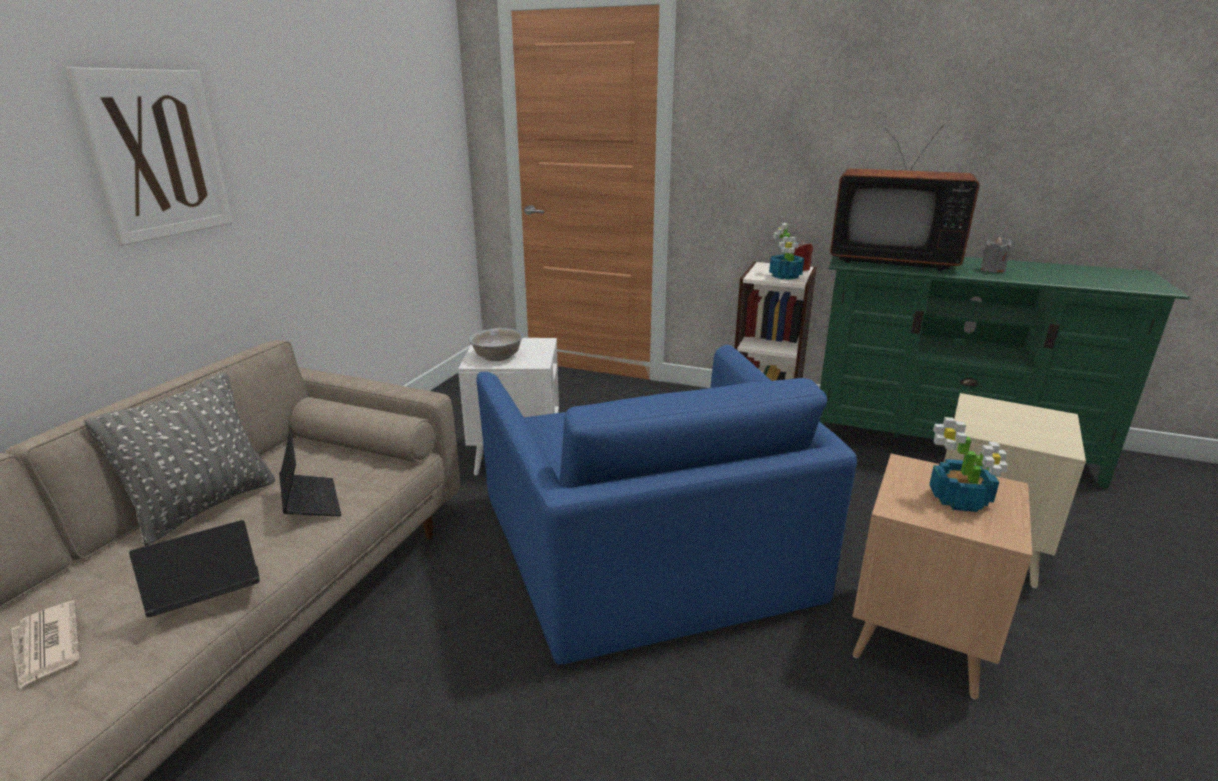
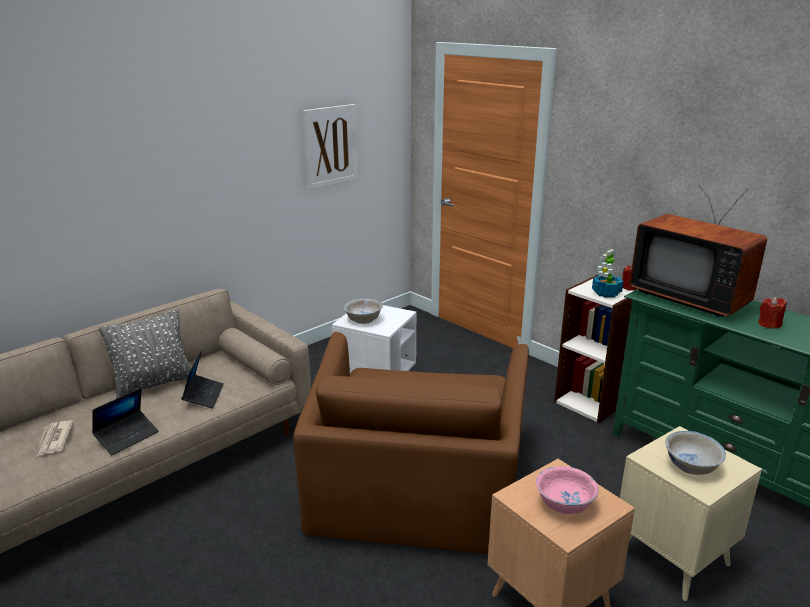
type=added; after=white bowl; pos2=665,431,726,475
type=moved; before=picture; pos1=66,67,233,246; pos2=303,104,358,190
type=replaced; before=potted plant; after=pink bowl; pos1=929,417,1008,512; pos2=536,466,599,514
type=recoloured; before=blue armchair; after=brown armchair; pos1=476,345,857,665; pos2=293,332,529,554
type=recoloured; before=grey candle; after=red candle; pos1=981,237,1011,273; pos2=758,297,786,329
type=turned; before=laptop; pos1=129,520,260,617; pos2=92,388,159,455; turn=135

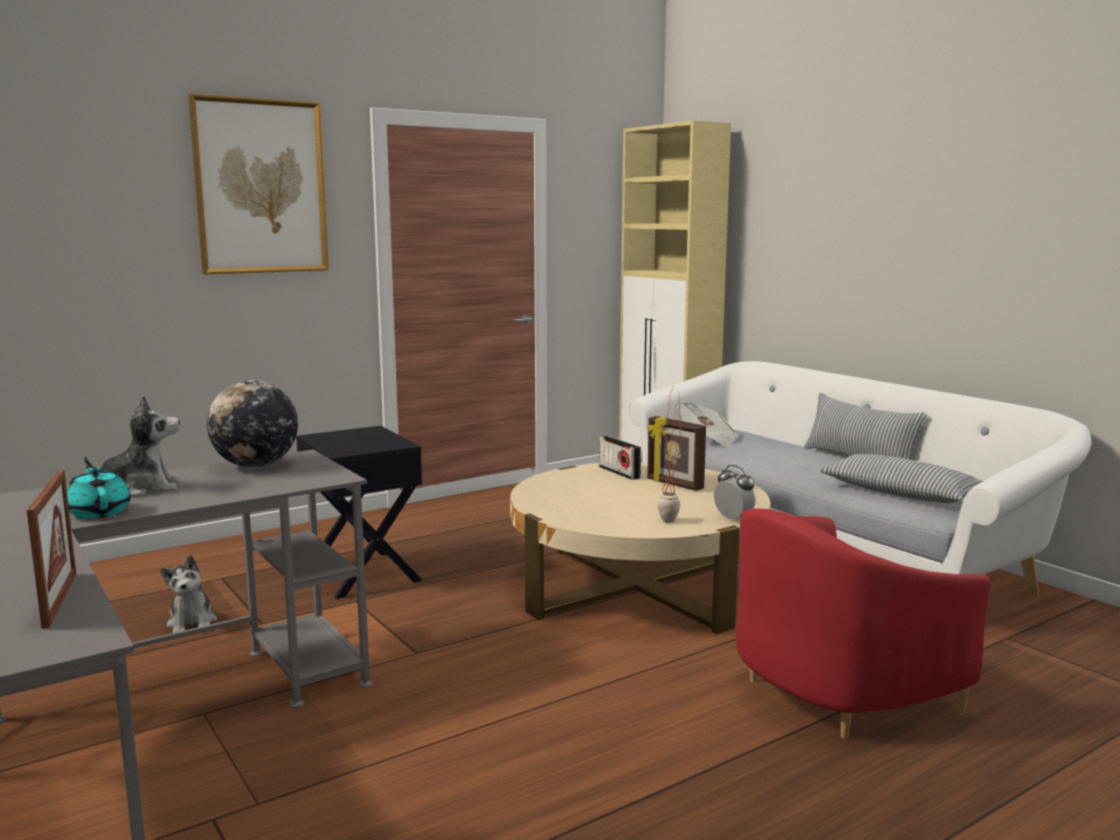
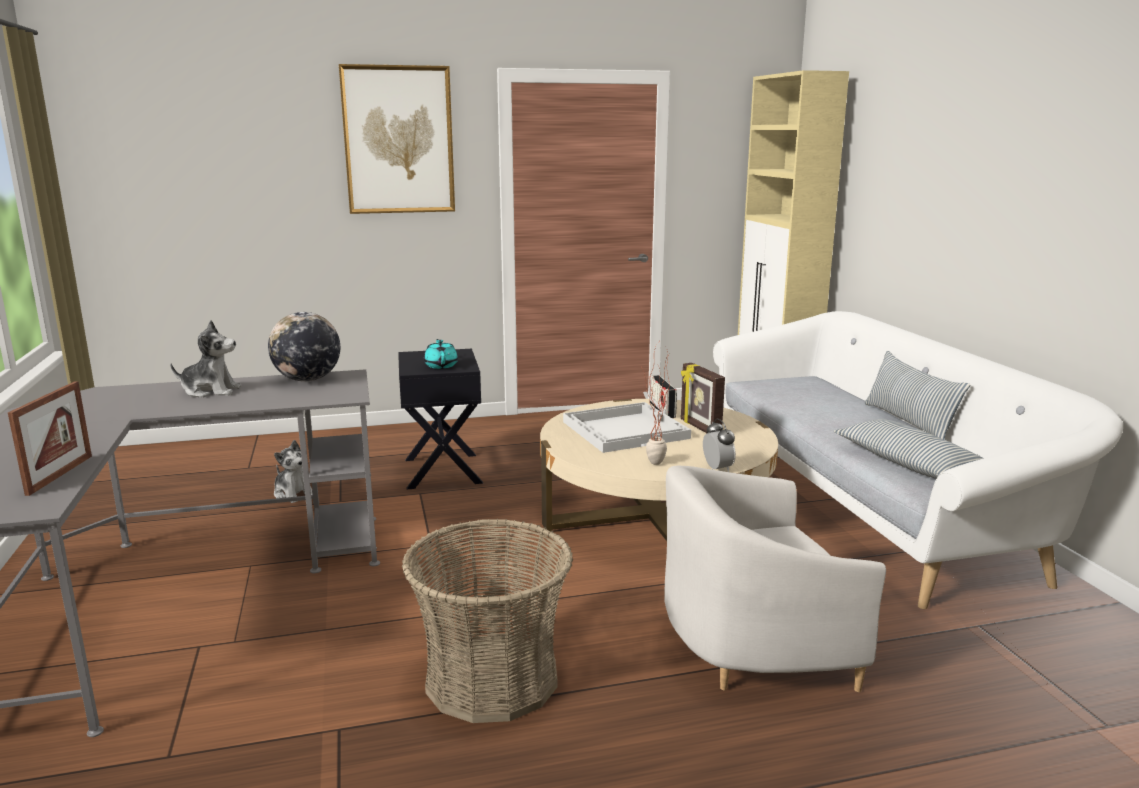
type=removed; before=newspaper; pos1=679,402,739,446
type=added; after=basket; pos2=402,519,573,723
type=added; after=white tray; pos2=563,402,691,453
type=moved; before=turquoise teapot; pos1=67,466,131,519; pos2=424,339,458,369
type=recoloured; before=red armchair; after=white armchair; pos1=736,508,991,739; pos2=664,466,886,692
type=turned; before=plush toy; pos1=160,555,217,633; pos2=274,440,313,503; turn=-45

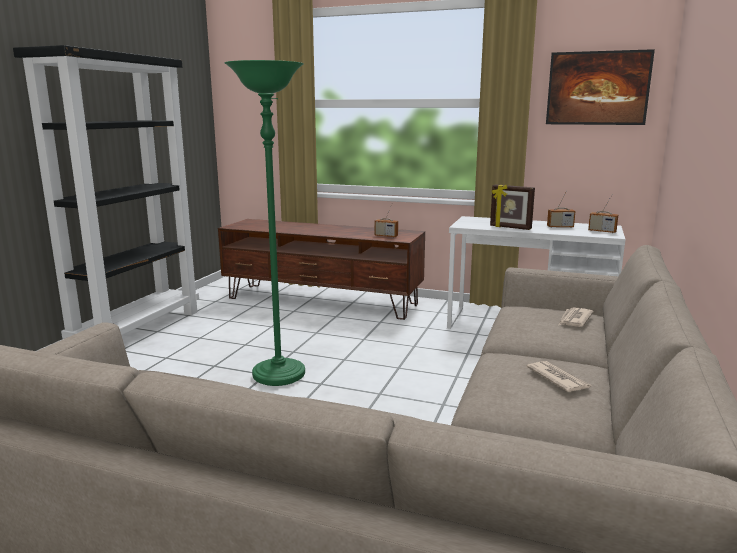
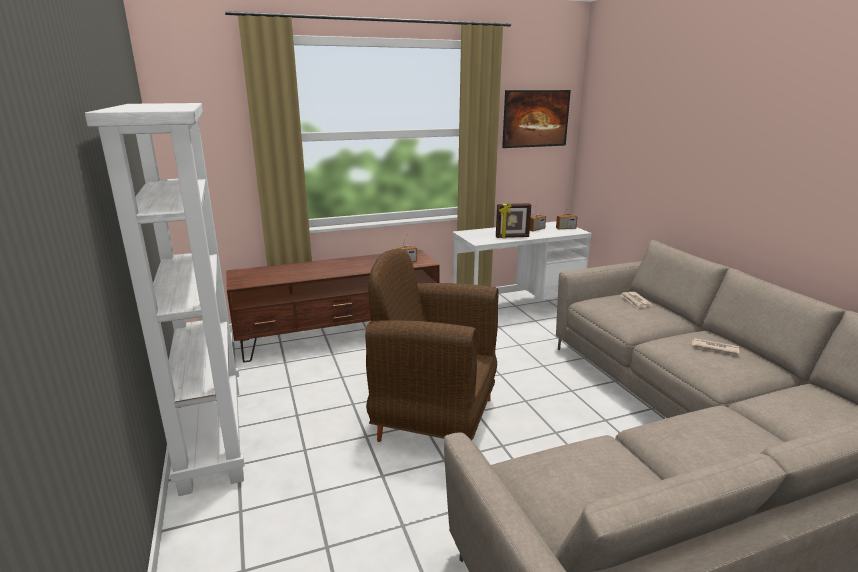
type=replaced; before=green floor lamp; after=brown armchair; pos1=225,60,305,386; pos2=365,248,499,442
type=recoloured; before=black bookcase; after=white bookcase; pos1=13,45,199,339; pos2=84,103,244,496

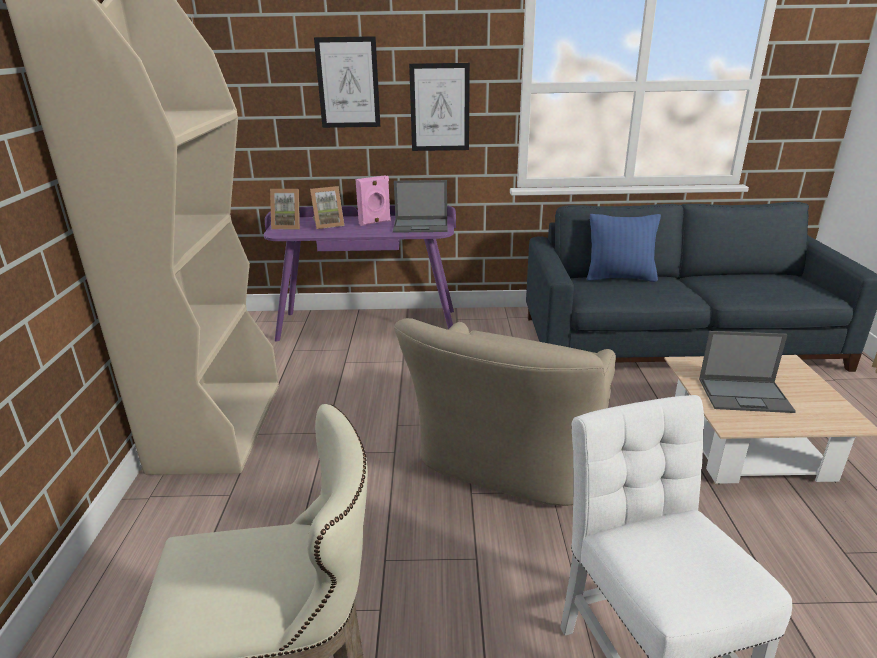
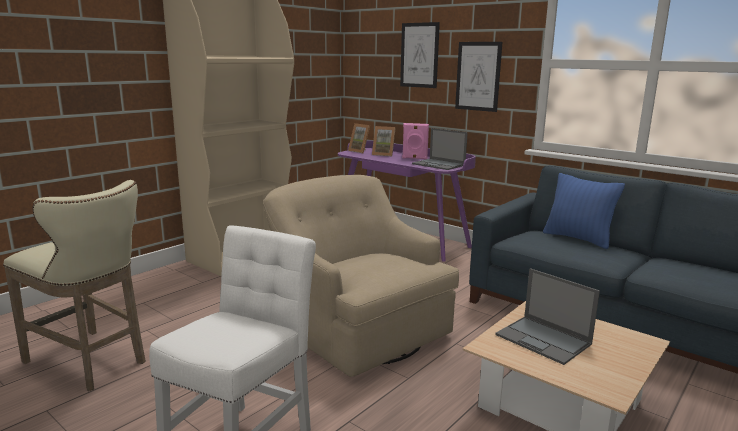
type=turned; before=beige armchair; pos1=394,318,616,506; pos2=263,175,459,377; turn=75

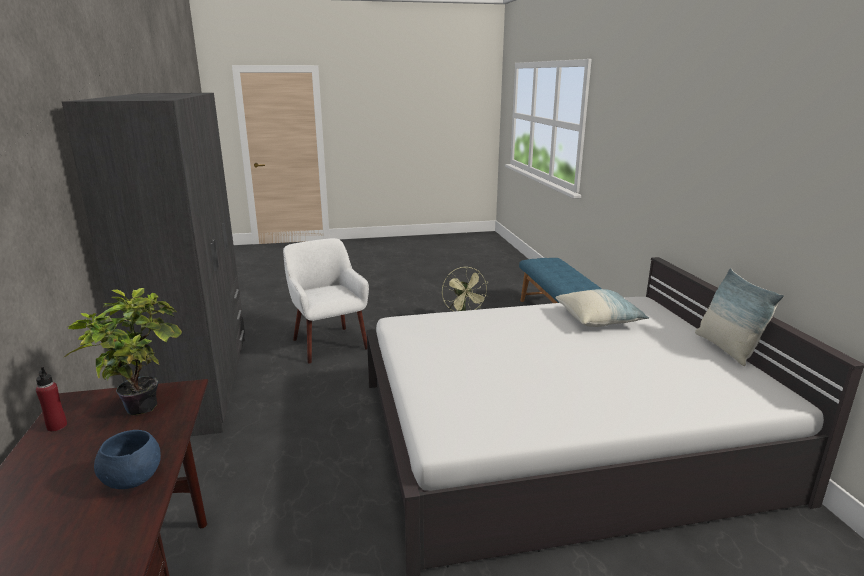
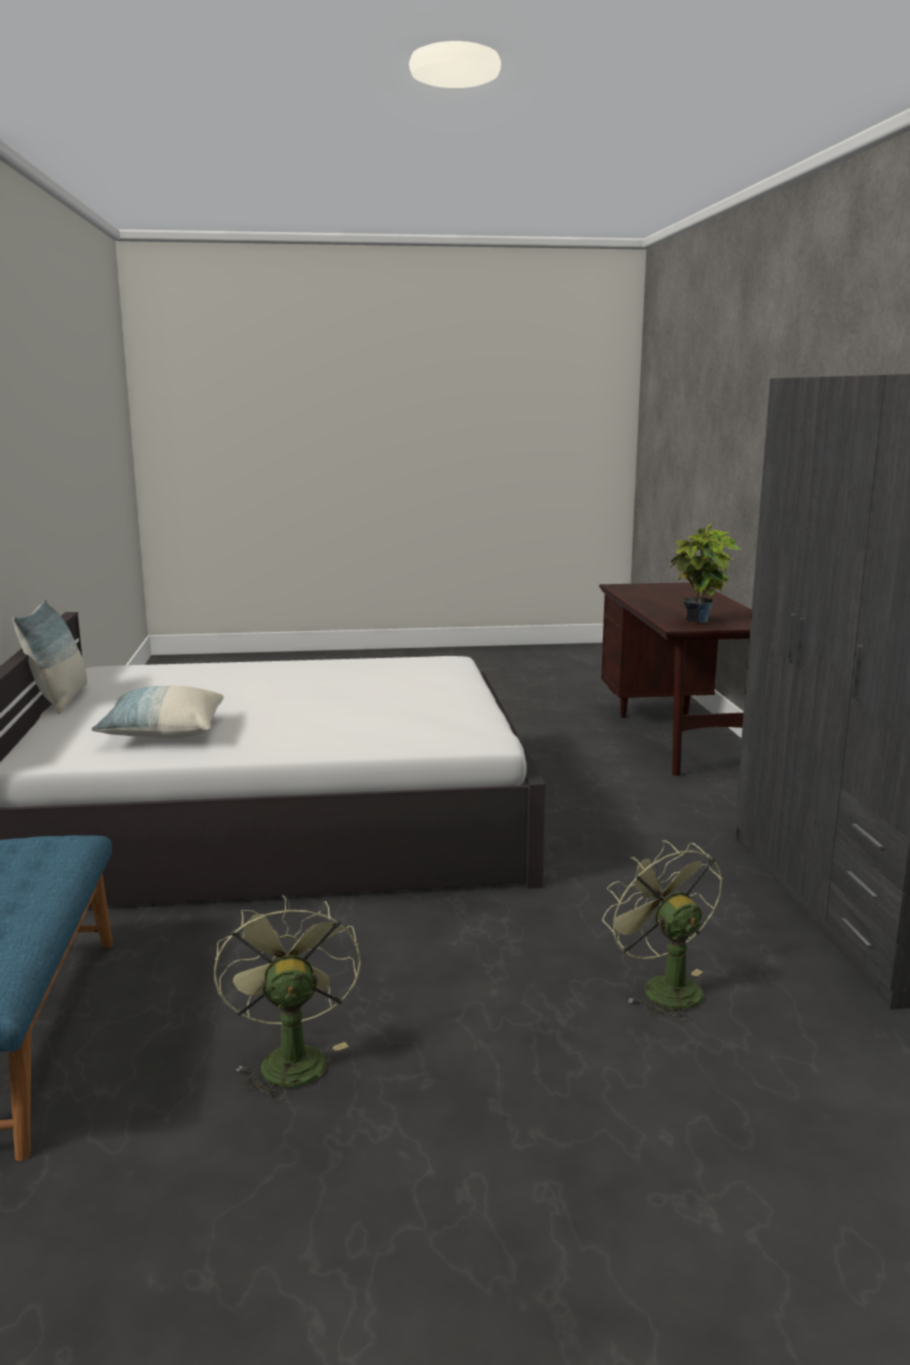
type=removed; before=red bottle; pos1=36,367,67,432
type=removed; before=blue bowl; pos1=94,430,161,489
type=replaced; before=white armchair; after=green fan; pos1=283,238,369,364; pos2=602,840,723,1022

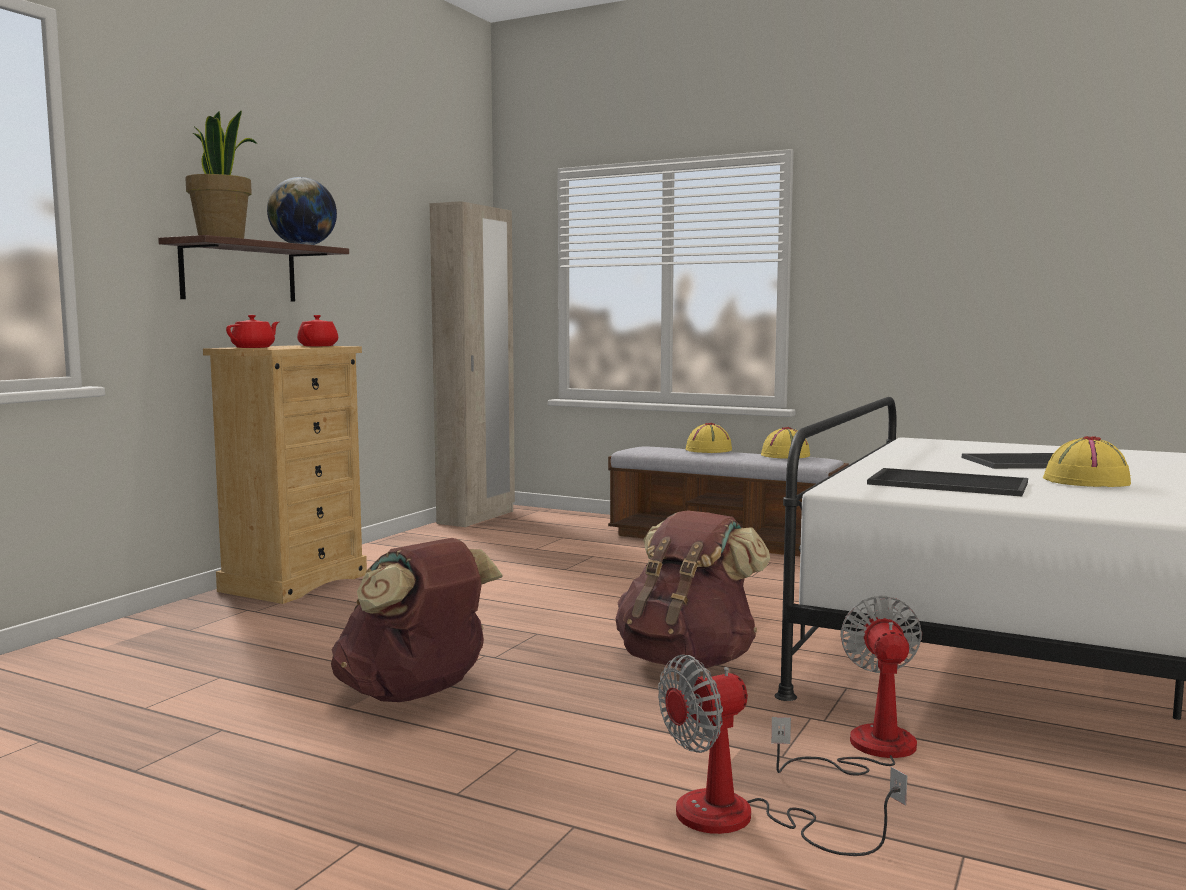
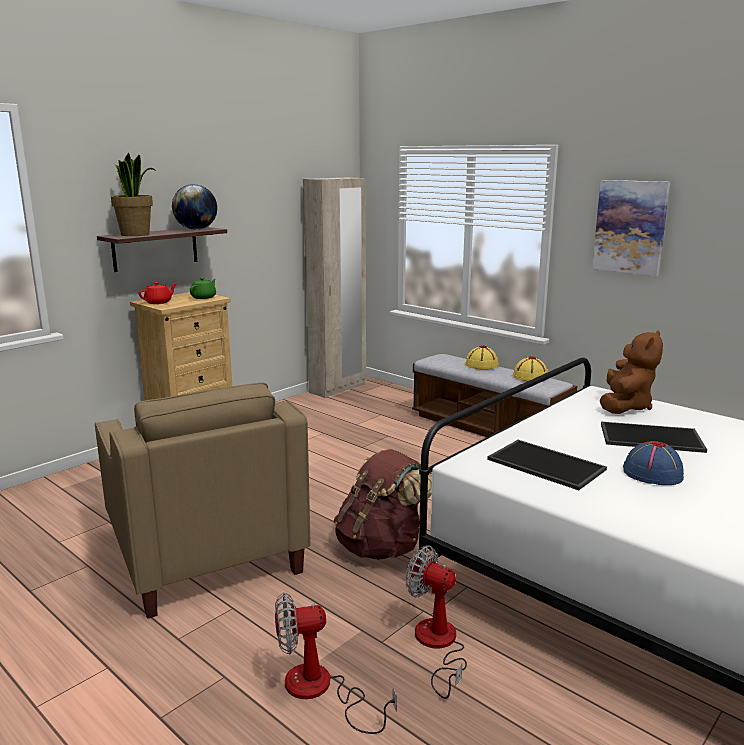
type=added; after=picture; pos2=592,180,670,276
type=added; after=brown plush toy; pos2=600,330,663,414
type=replaced; before=brown backpack; after=beige armchair; pos1=331,538,503,702; pos2=95,382,311,619
type=recoloured; before=red teapot; after=green teapot; pos1=297,315,338,346; pos2=190,278,216,299
type=recoloured; before=yellow hat; after=blue hat; pos1=1043,436,1131,487; pos2=623,441,684,485
type=turned; before=fan; pos1=771,596,922,775; pos2=406,545,467,699; turn=-75

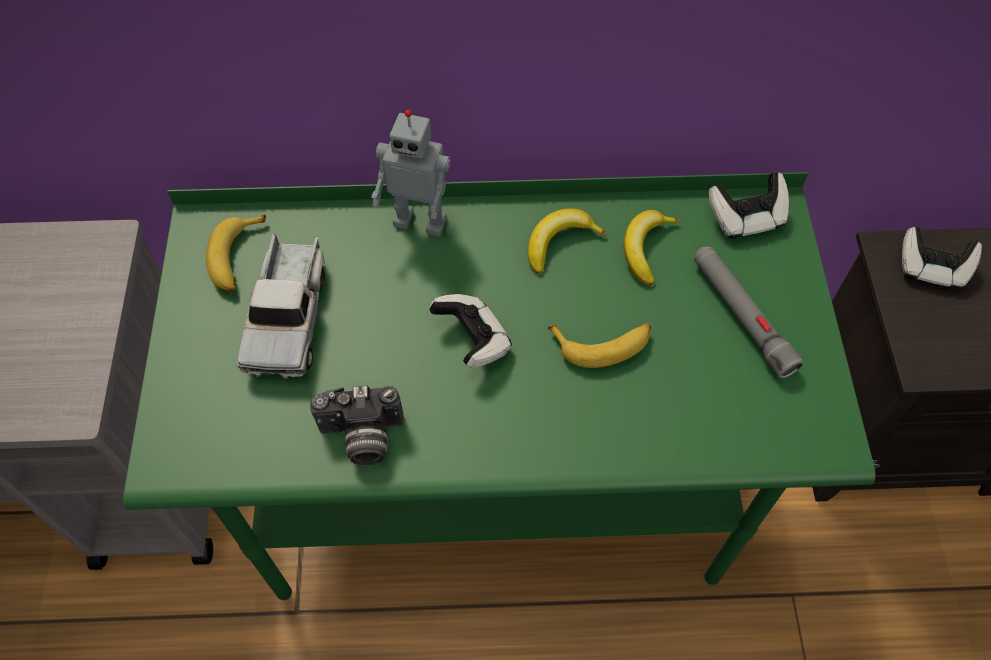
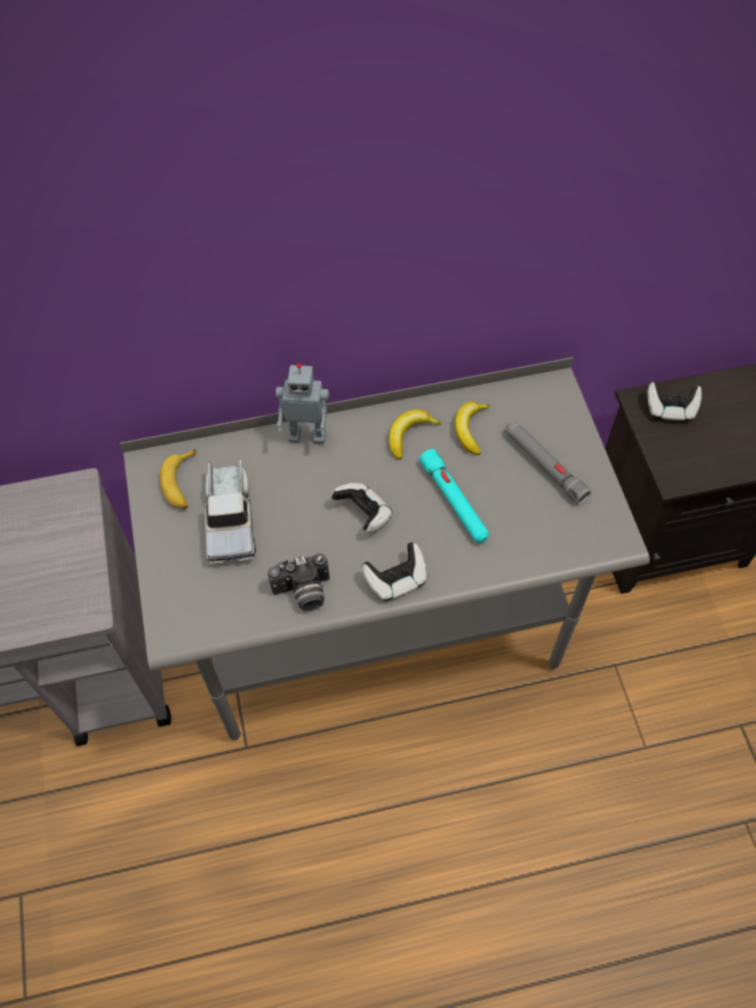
type=moved; before=game controller; pos1=708,172,789,238; pos2=362,542,427,601
type=replaced; before=banana; after=turquoise flashlight; pos1=548,323,651,368; pos2=419,449,489,543
type=recoloured; before=green desk; after=grey desk; pos1=123,172,875,600; pos2=120,357,650,740

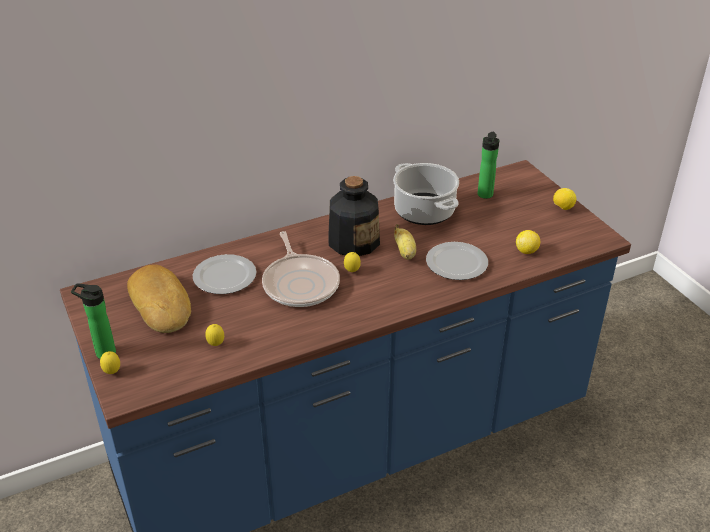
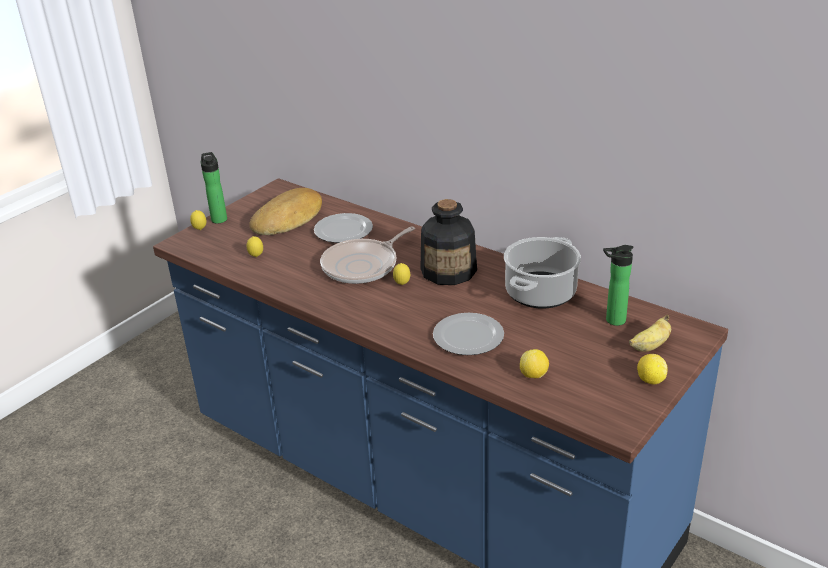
type=moved; before=banana; pos1=394,224,416,260; pos2=629,315,671,352

